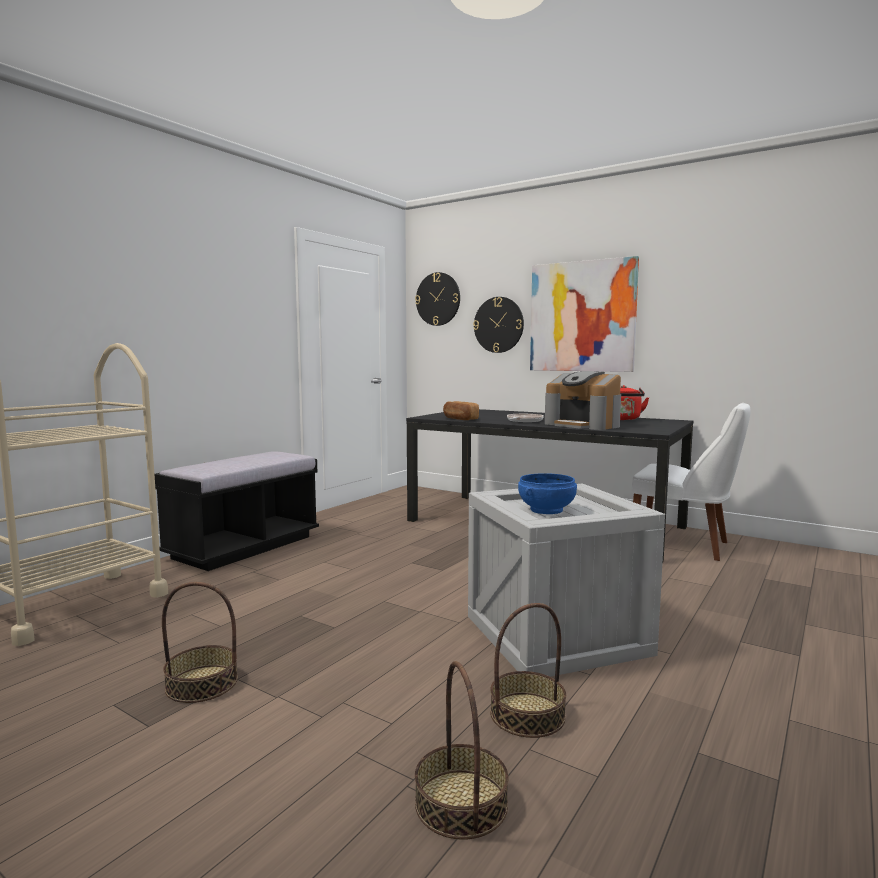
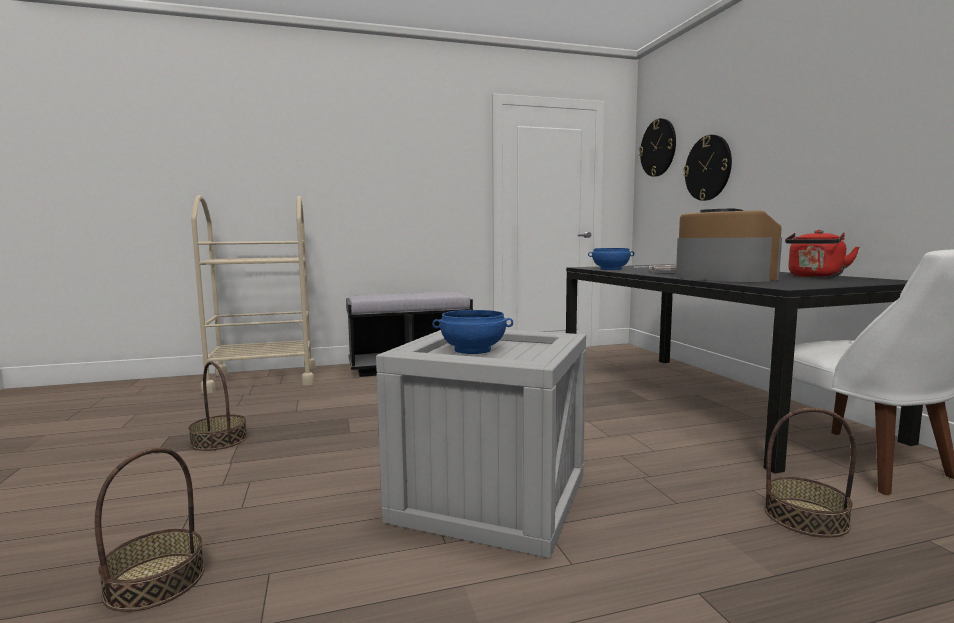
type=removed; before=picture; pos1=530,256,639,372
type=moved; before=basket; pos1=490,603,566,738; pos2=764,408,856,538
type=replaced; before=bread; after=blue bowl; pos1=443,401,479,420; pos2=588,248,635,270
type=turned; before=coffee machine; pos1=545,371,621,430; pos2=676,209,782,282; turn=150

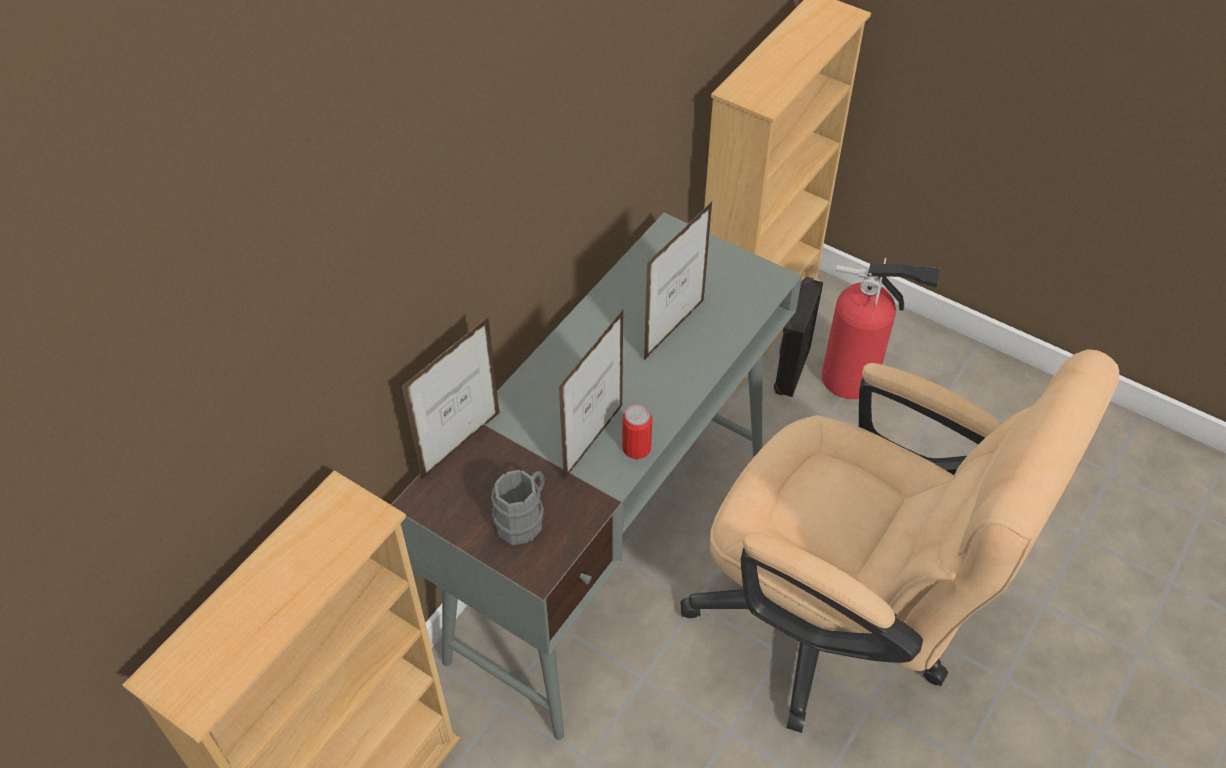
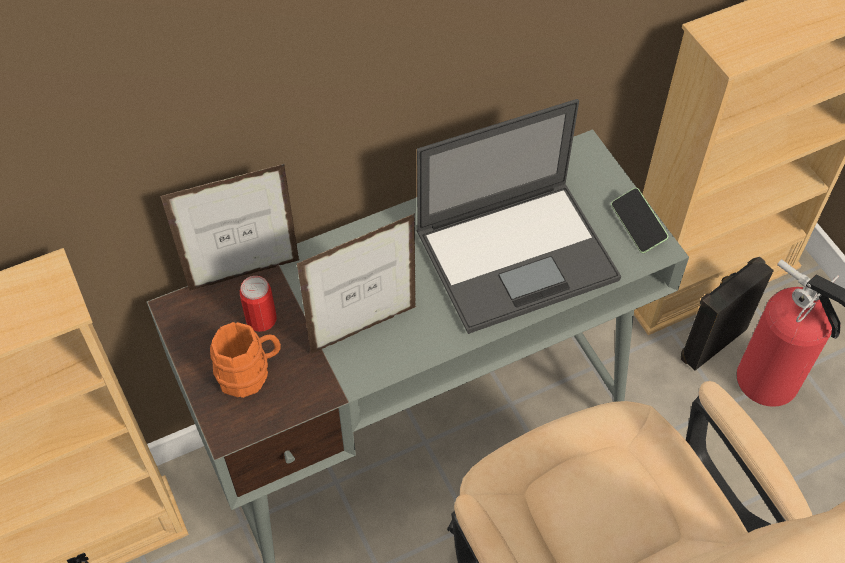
type=added; after=phone; pos2=611,188,669,253
type=moved; before=can; pos1=622,404,652,459; pos2=240,276,277,332
type=replaced; before=picture frame; after=laptop; pos1=644,202,712,360; pos2=416,99,621,334
type=recoloured; before=grey mug; after=orange mug; pos1=491,470,545,545; pos2=210,322,281,398

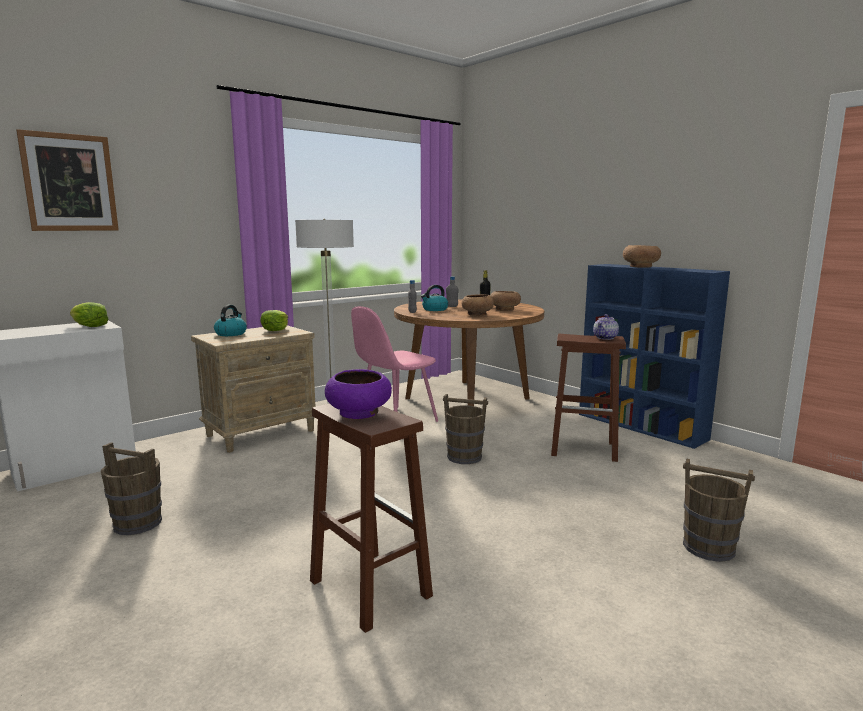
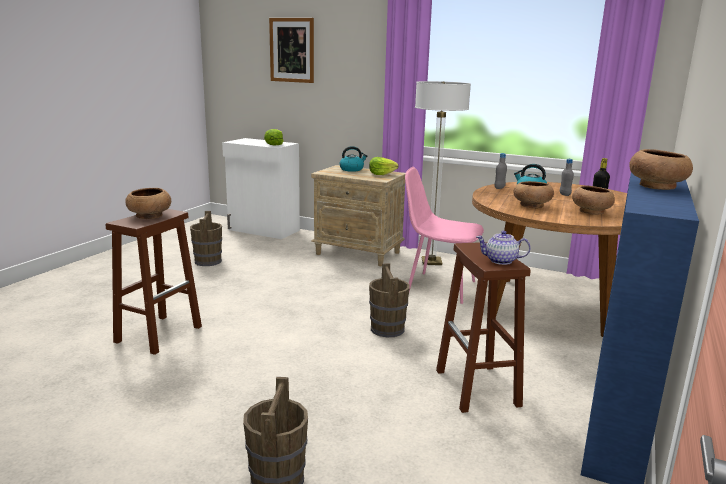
type=recoloured; before=purple bowl; after=brown bowl; pos1=325,369,392,419; pos2=125,188,171,219

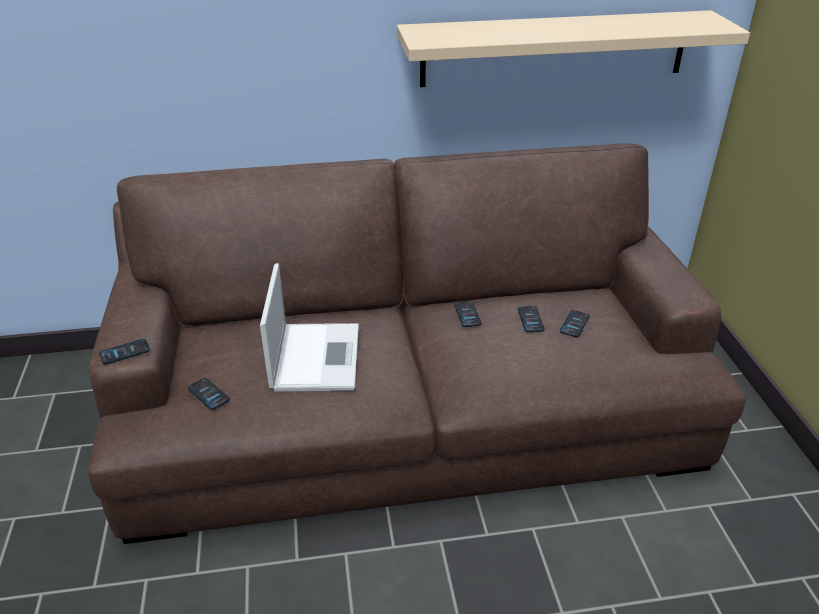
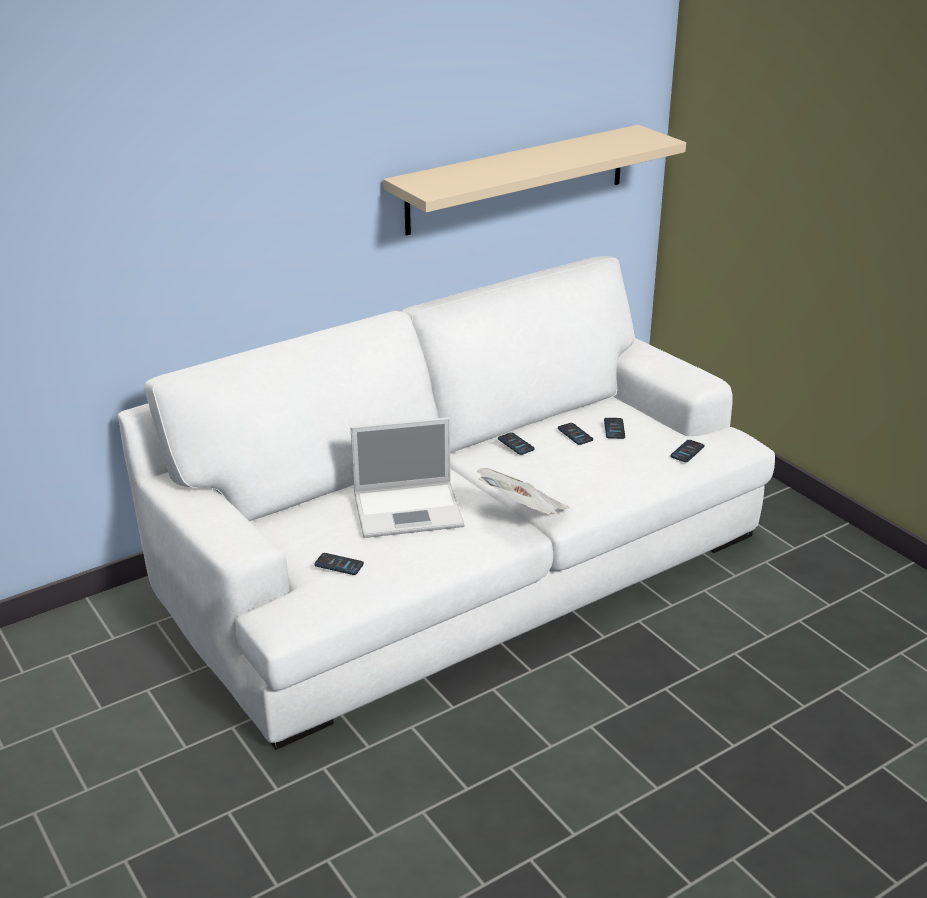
type=added; after=newspaper; pos2=477,468,570,515
type=moved; before=phone; pos1=99,339,150,365; pos2=670,440,704,462
type=recoloured; before=brown sofa; after=white sofa; pos1=88,143,746,544; pos2=118,256,775,750
type=turned; before=laptop; pos1=260,263,359,392; pos2=350,417,465,538; turn=105

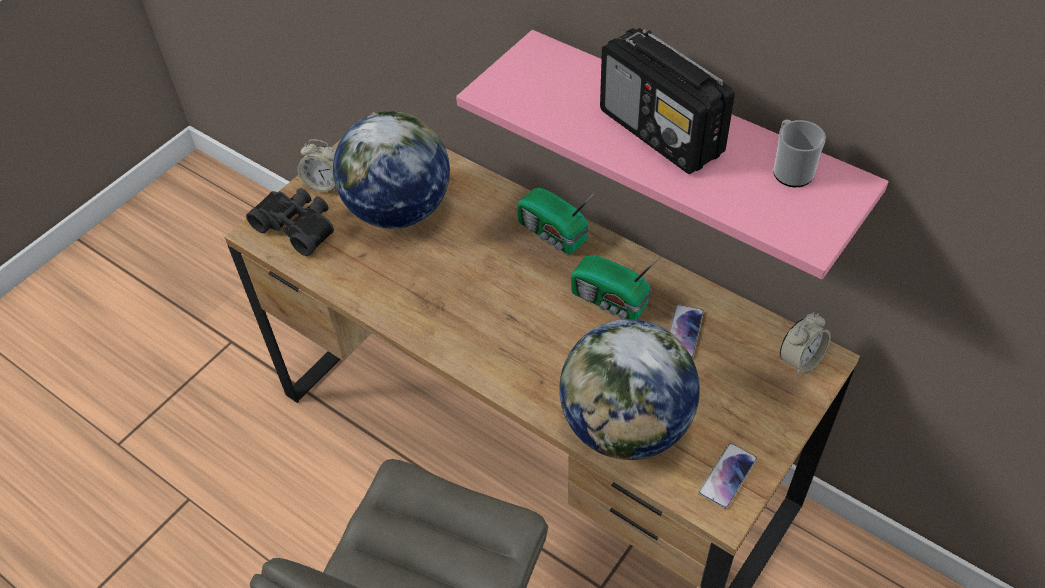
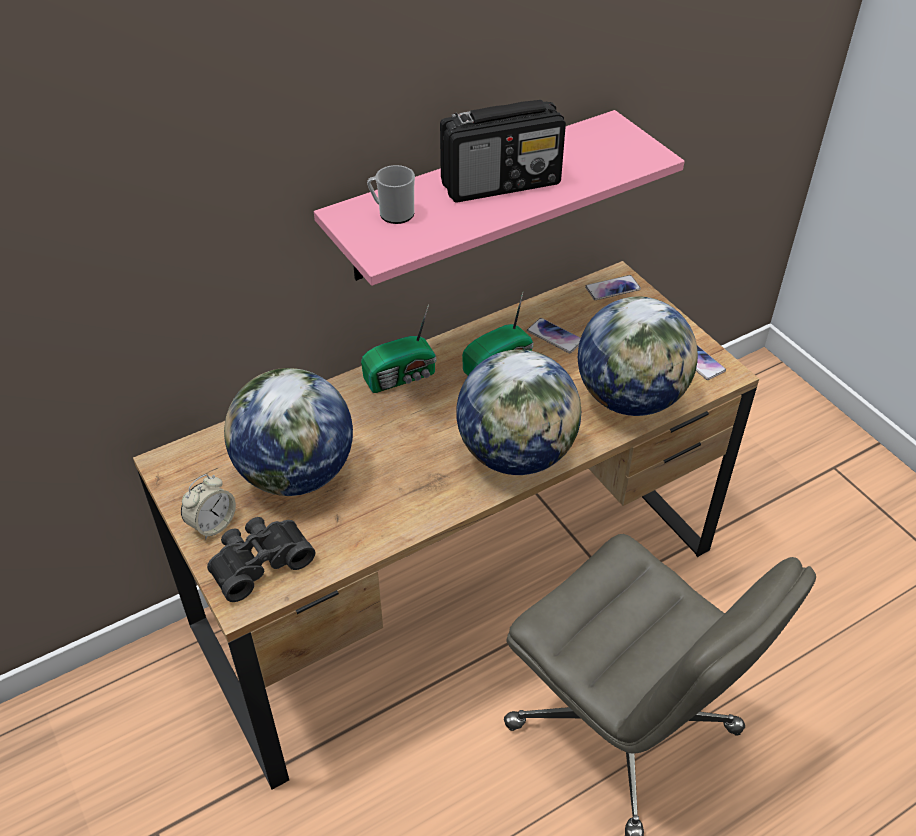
type=added; after=globe; pos2=456,350,581,475
type=moved; before=mug; pos1=773,120,826,187; pos2=367,165,415,224
type=replaced; before=alarm clock; after=phone; pos1=780,312,831,375; pos2=585,275,641,300

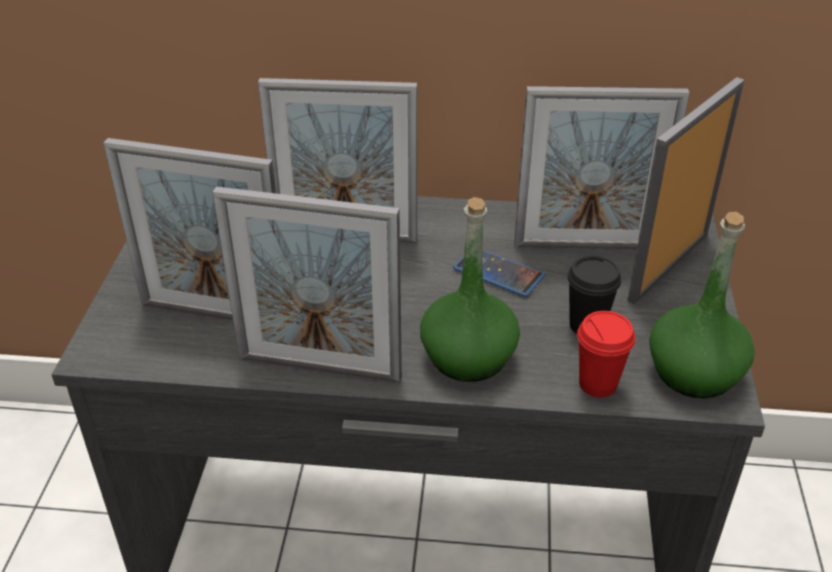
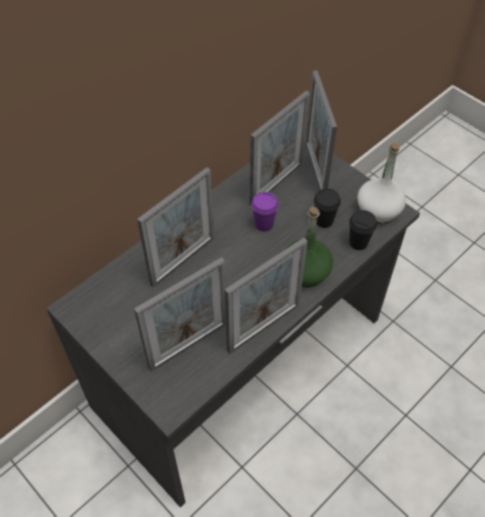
type=replaced; before=phone; after=purple cup; pos1=453,250,545,297; pos2=251,192,279,231
type=recoloured; before=red cup; after=black cup; pos1=577,311,635,398; pos2=349,210,377,250
type=recoloured; before=green bottle; after=white bottle; pos1=649,212,755,398; pos2=357,142,406,223

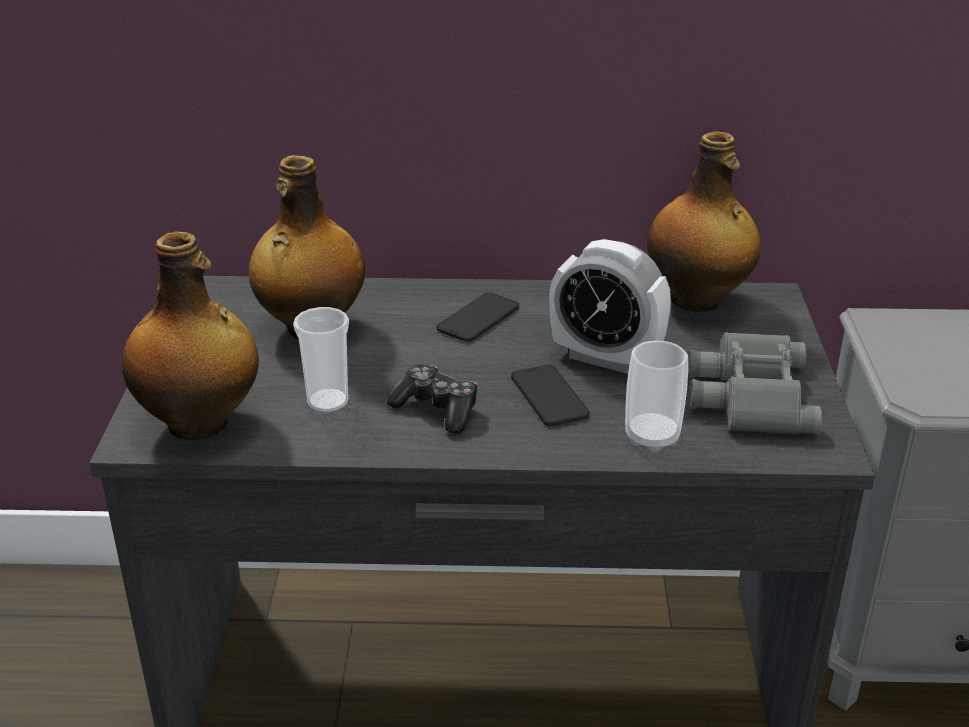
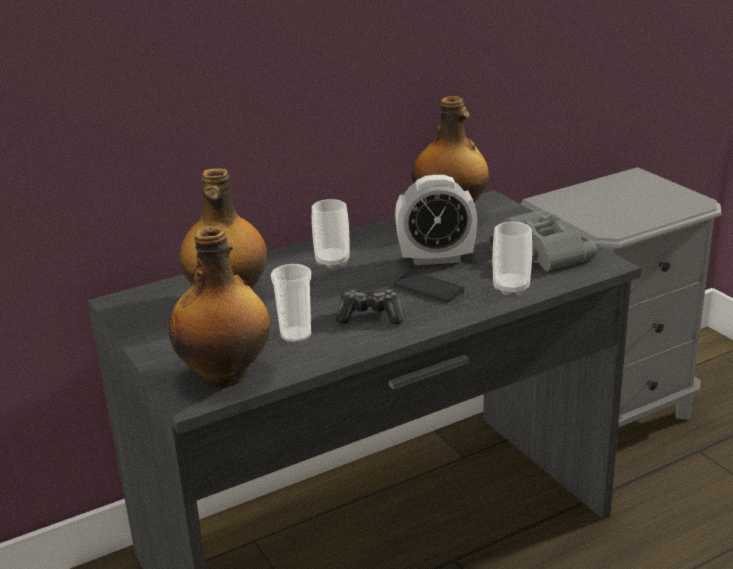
type=replaced; before=phone; after=cup; pos1=437,293,519,342; pos2=312,199,349,269

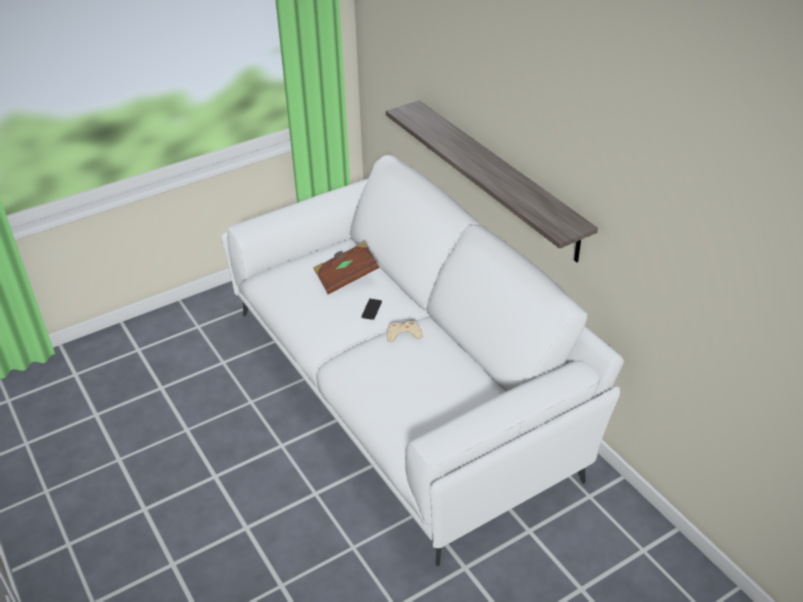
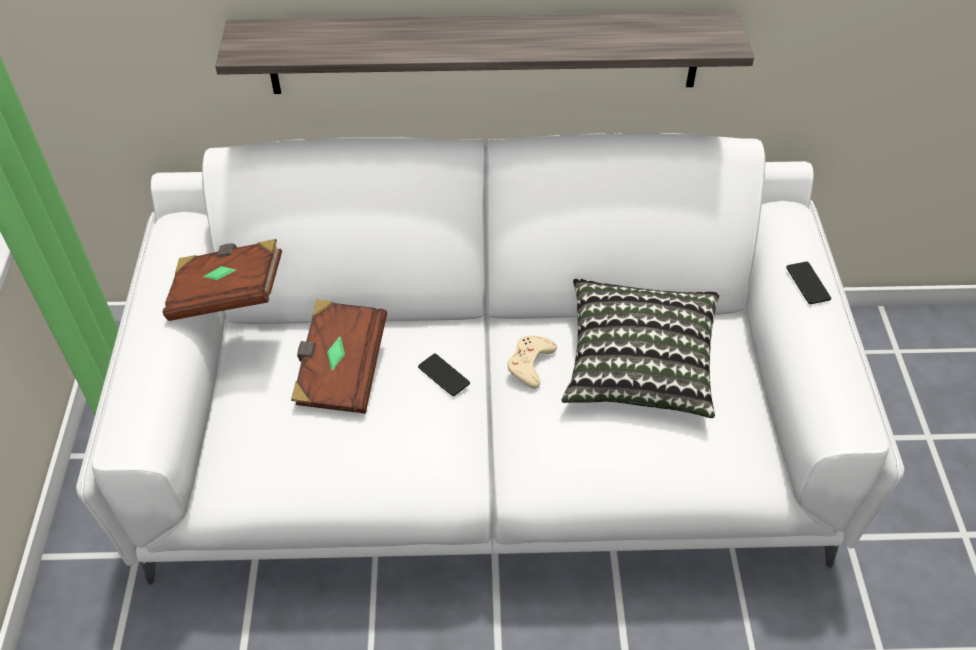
type=added; after=brown book; pos2=162,239,282,321
type=added; after=pillow; pos2=562,279,719,418
type=added; after=phone; pos2=786,261,831,304

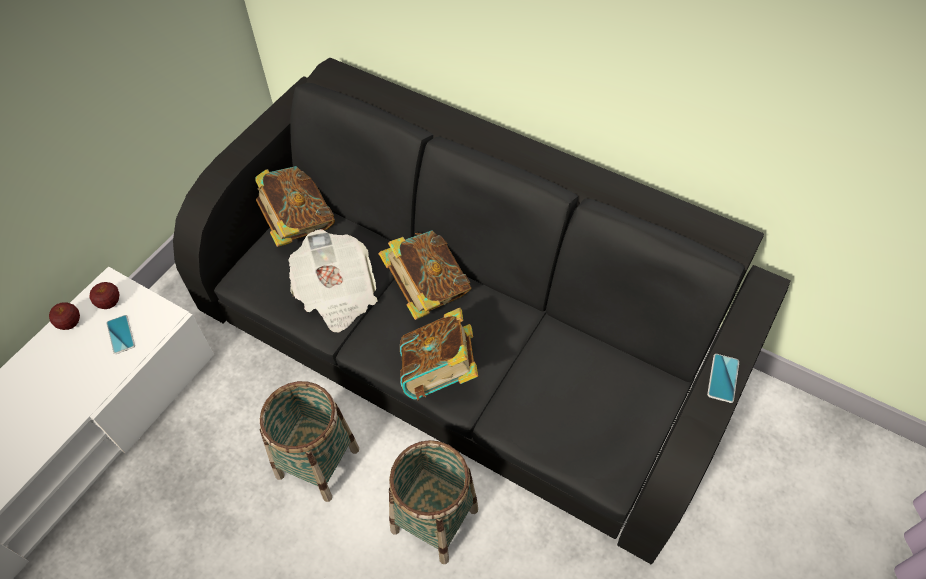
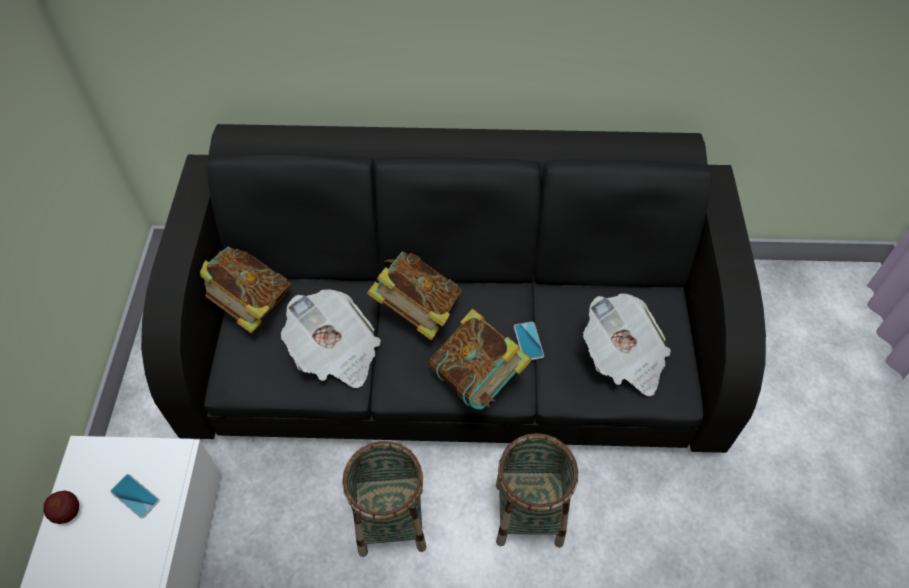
type=removed; before=apple; pos1=89,282,120,309
type=added; after=newspaper; pos2=583,293,671,396
type=moved; before=phone; pos1=707,354,739,403; pos2=514,322,544,360

